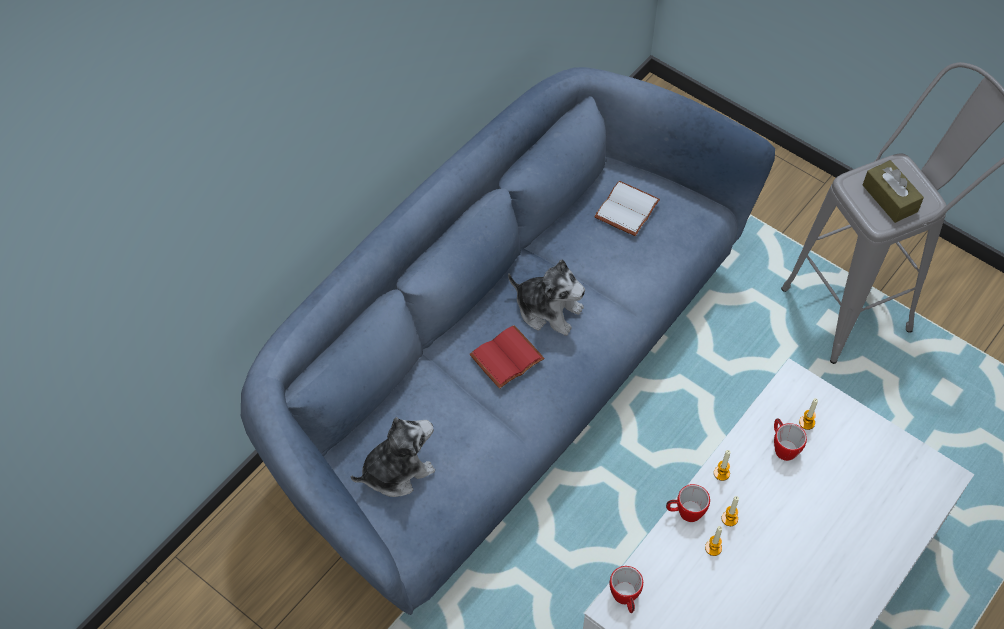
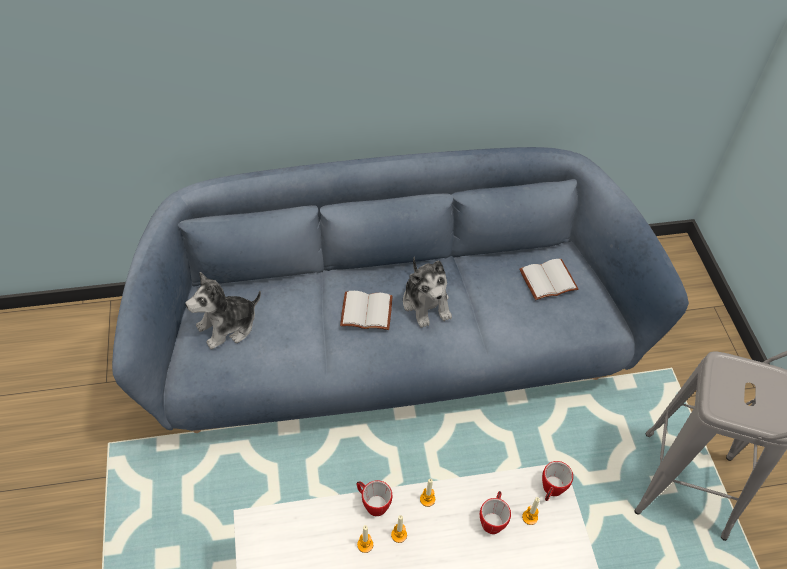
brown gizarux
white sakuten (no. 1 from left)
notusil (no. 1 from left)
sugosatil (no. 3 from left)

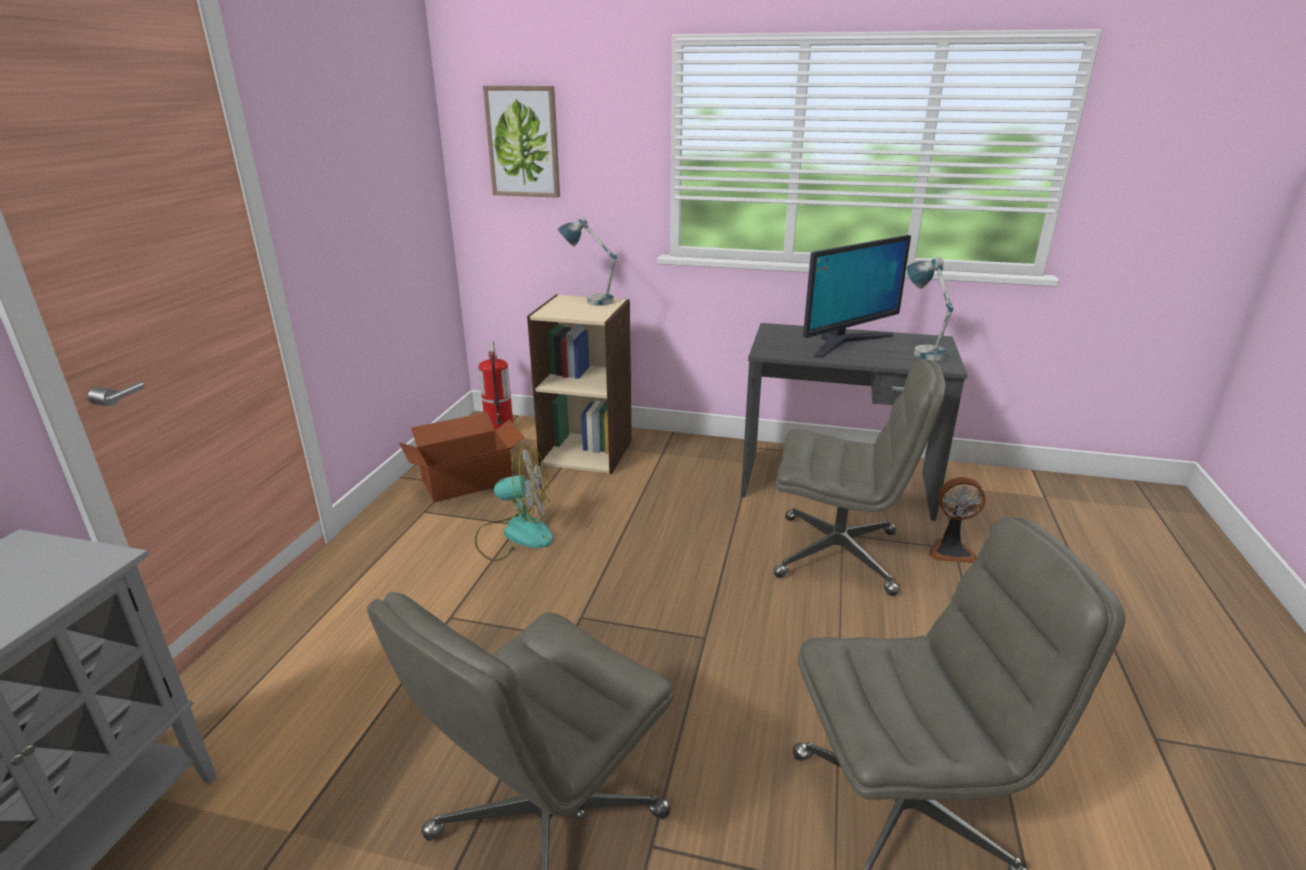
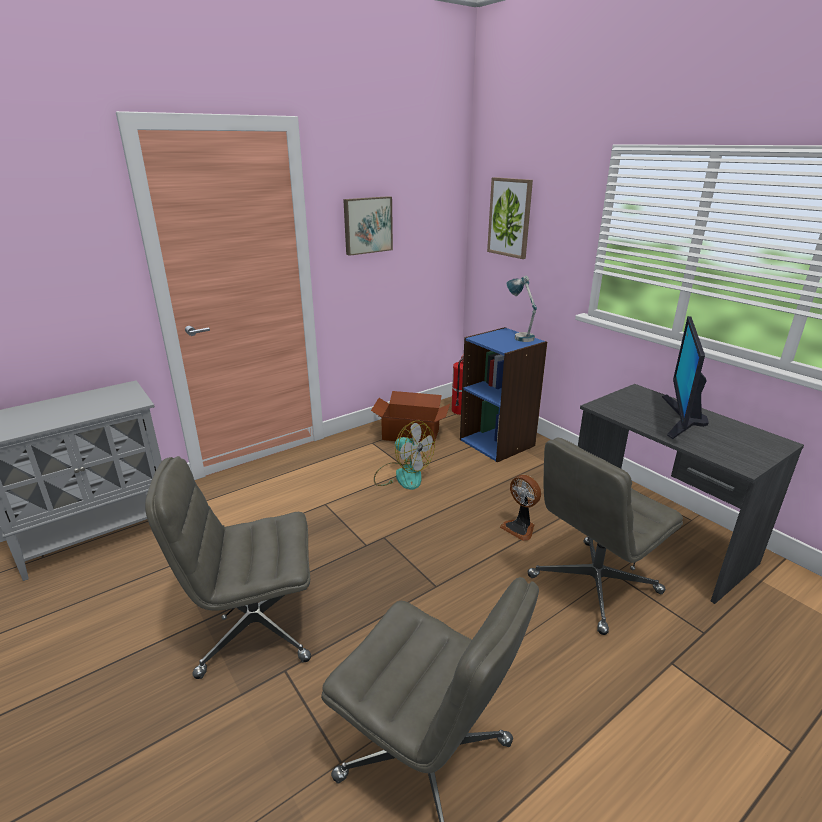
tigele
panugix (no. 2 from left in the first image)
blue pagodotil
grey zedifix (no. 3 from left)
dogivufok (no. 2 from left)
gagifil (no. 1 from left)

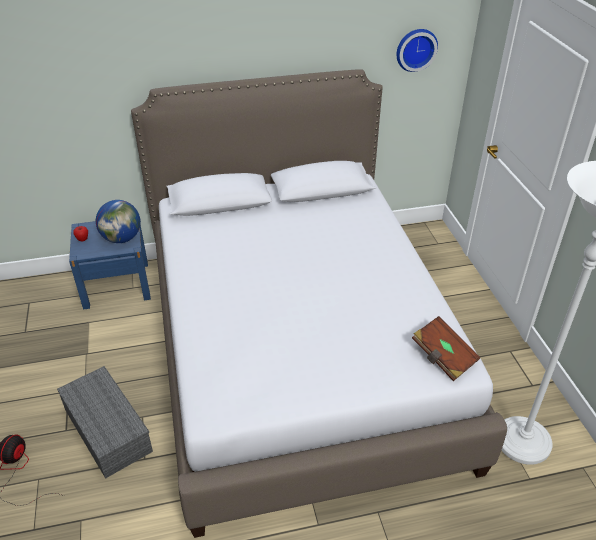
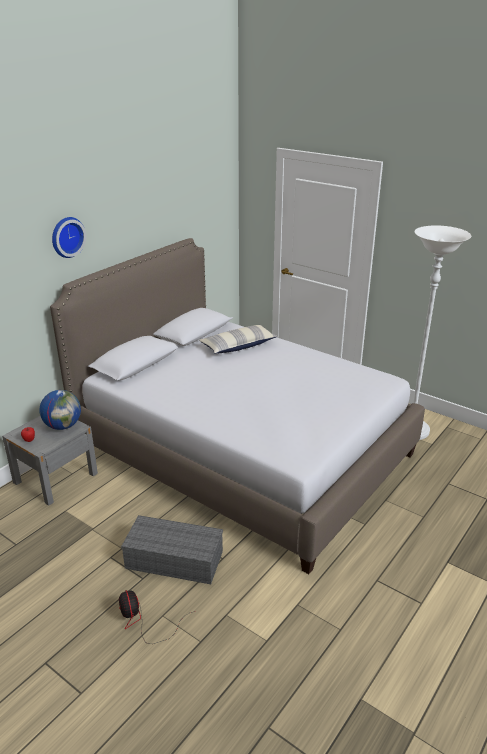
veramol
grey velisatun
brown sakuten
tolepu

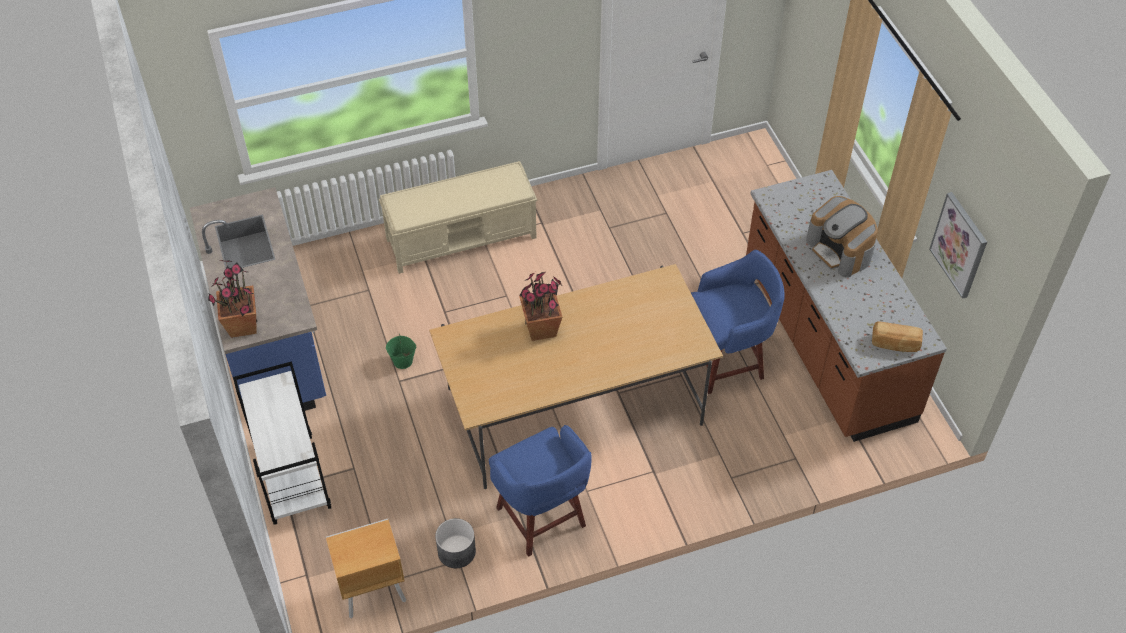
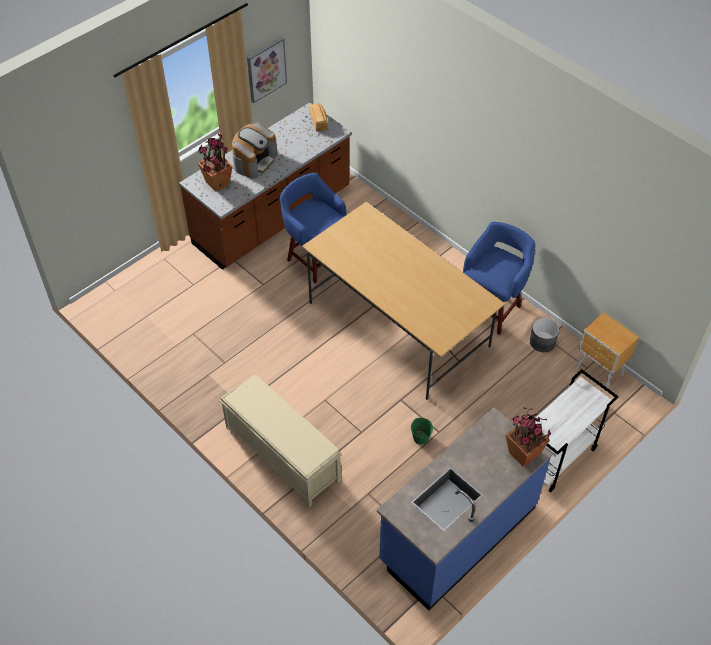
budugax (no. 1 from left)

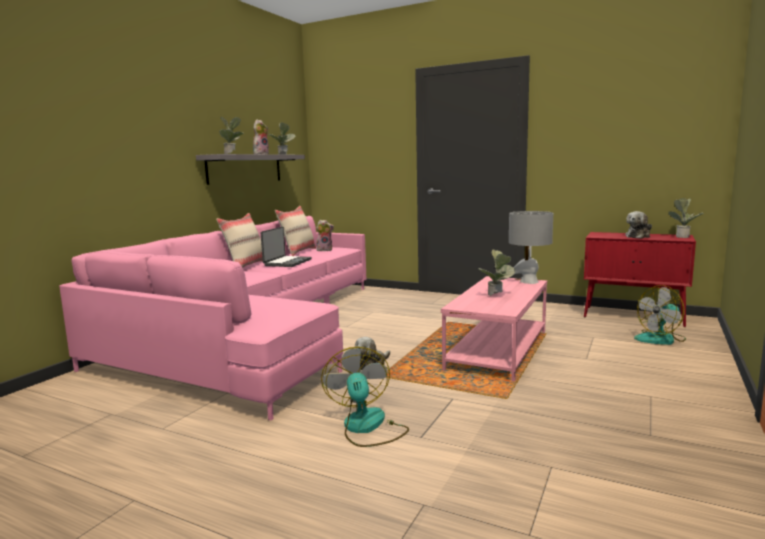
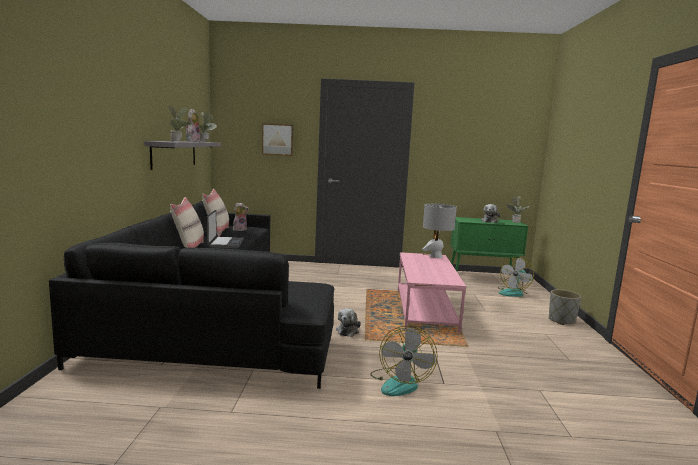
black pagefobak
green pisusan
budugax (no. 3 from left in the first image)
dogivufok (no. 1 from left)
gagifil
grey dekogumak

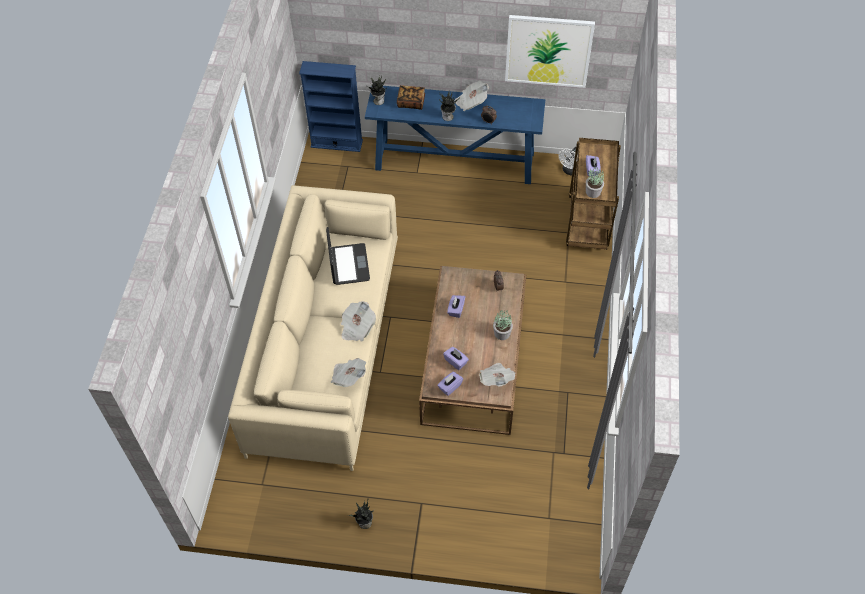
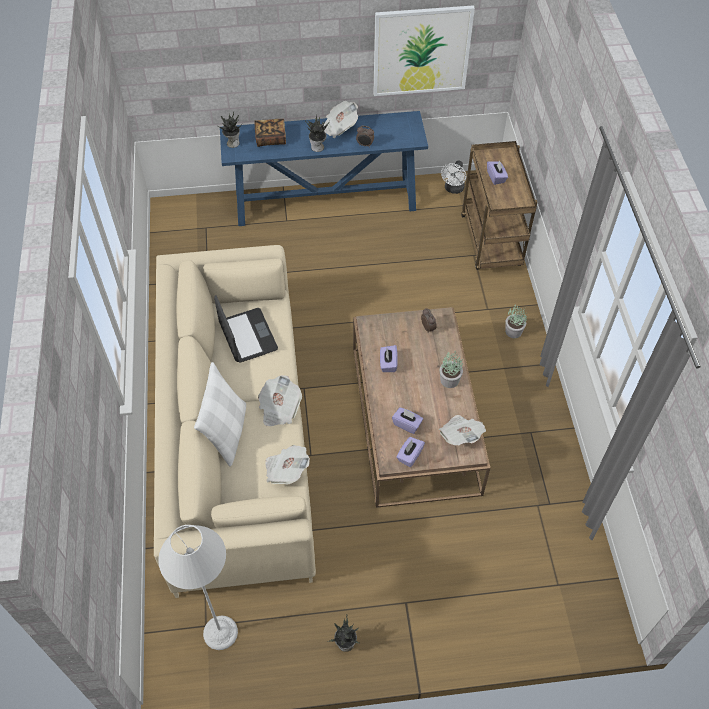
blue pagodotil
budugax (no. 5 from left)
white tolepu
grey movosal

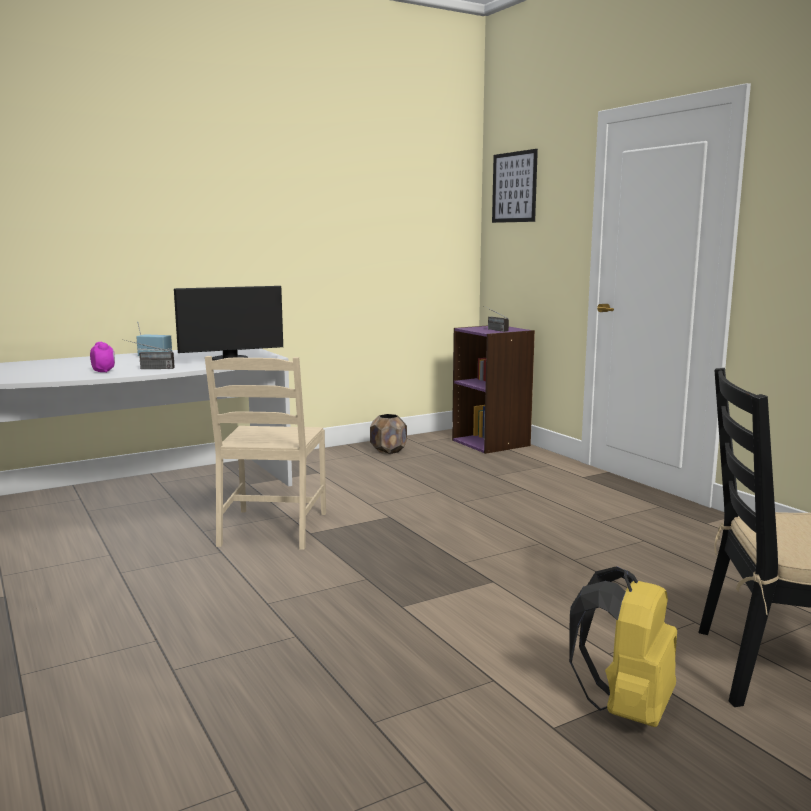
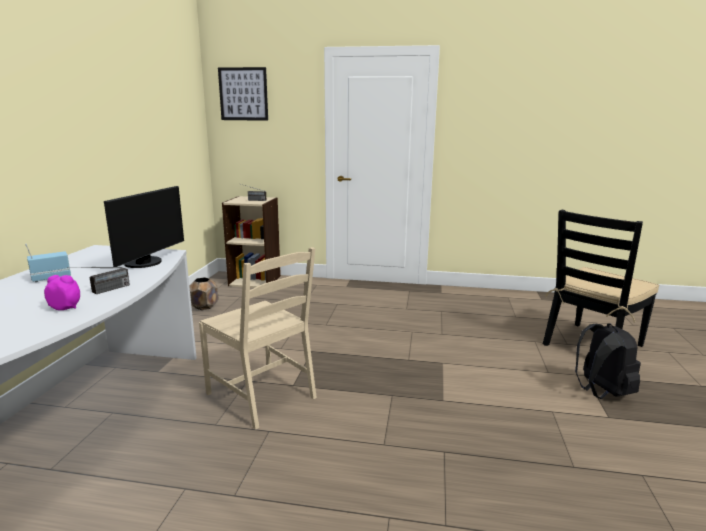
beige pagodotil
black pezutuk

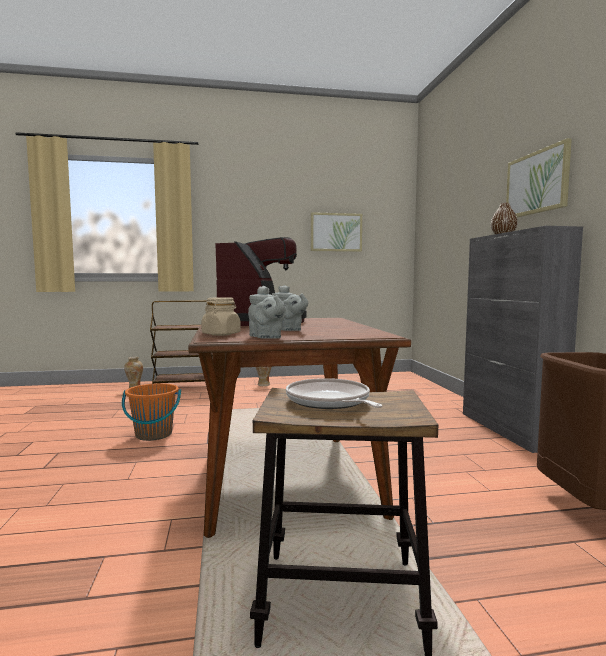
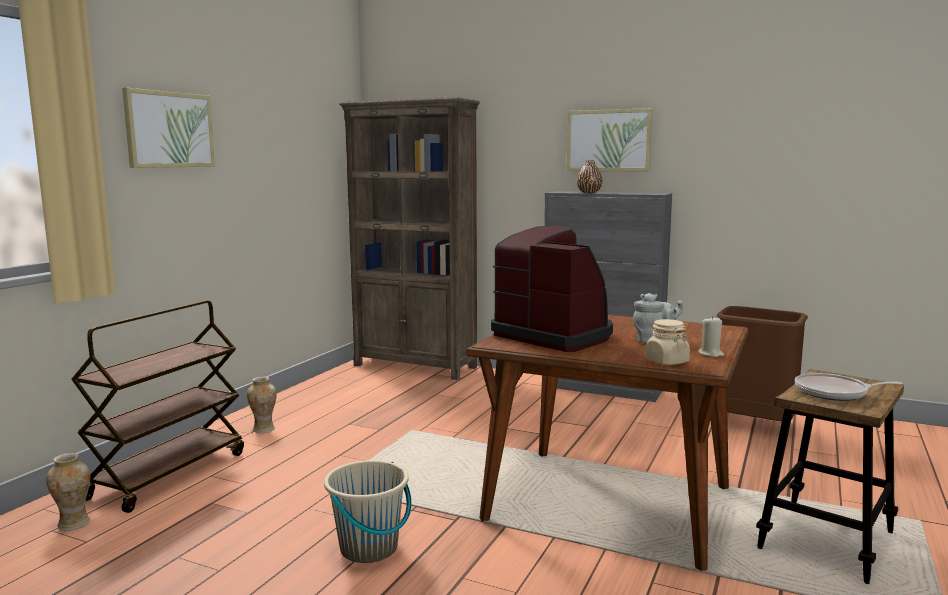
gagifil (no. 1 from left)
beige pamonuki
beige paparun
brown pagodotil

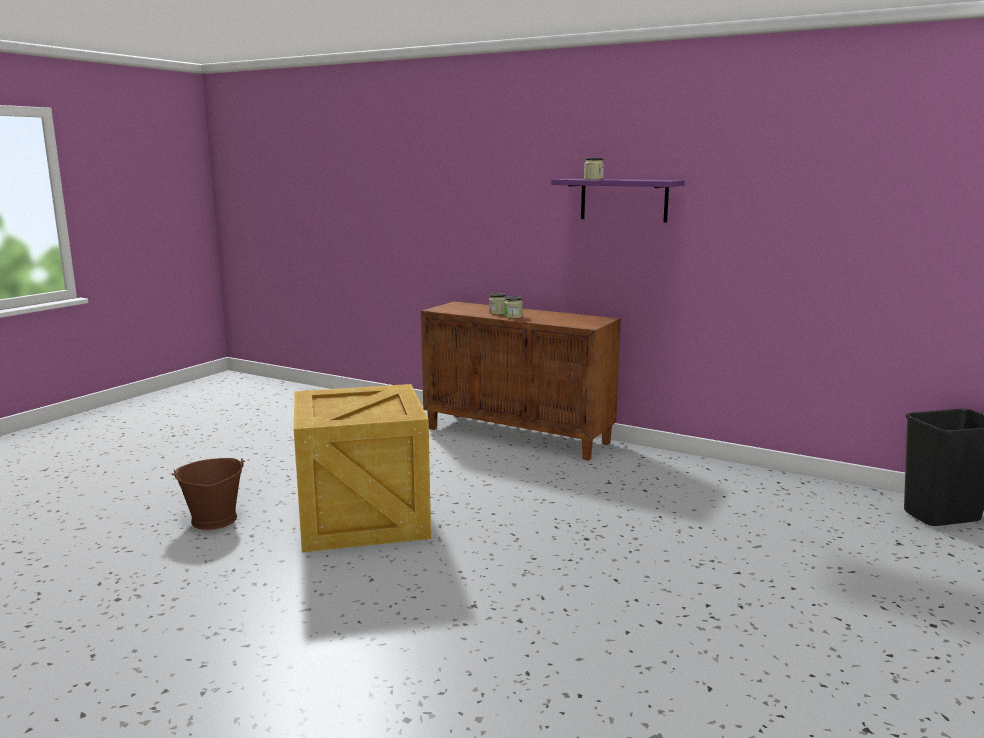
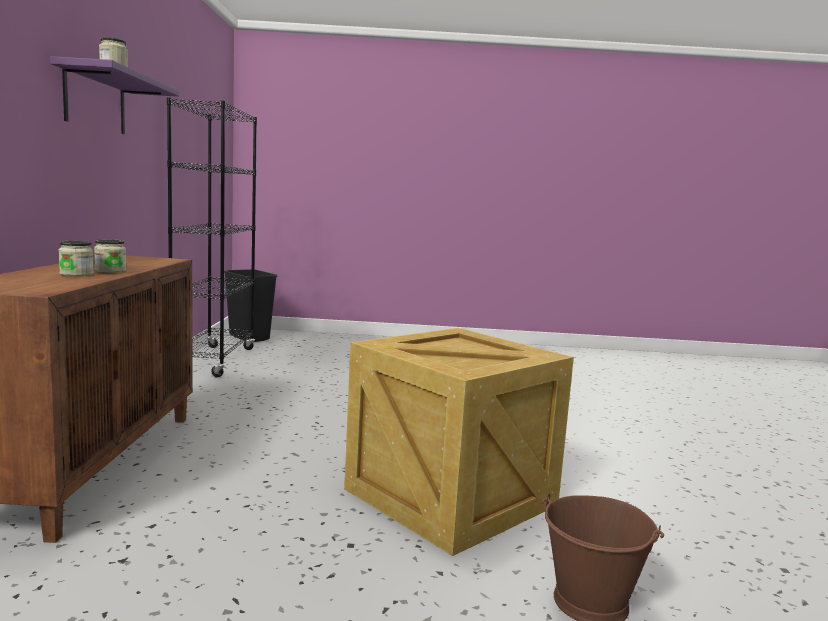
black pagodotil

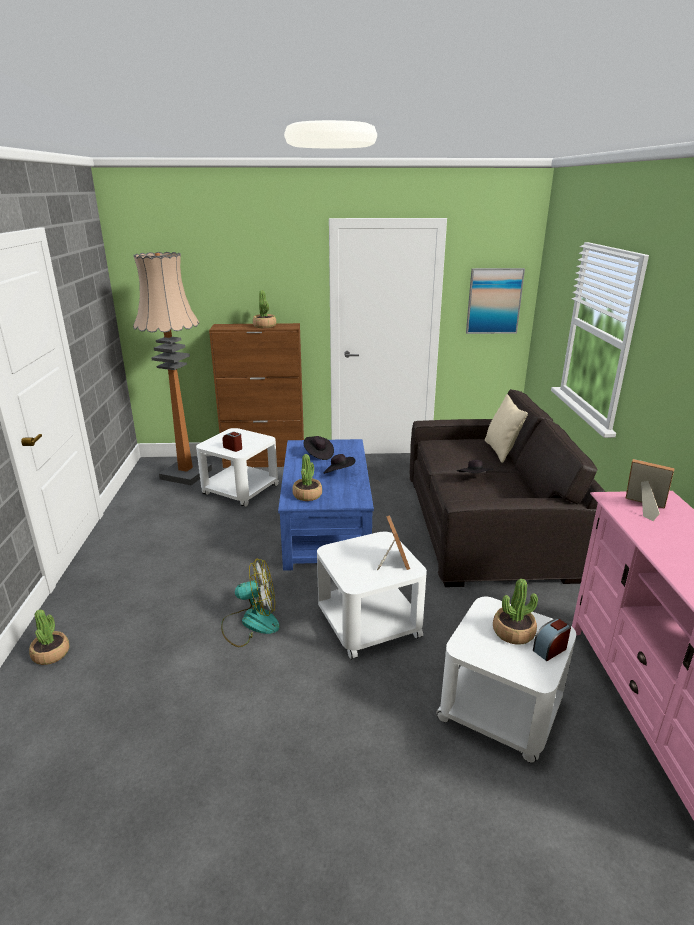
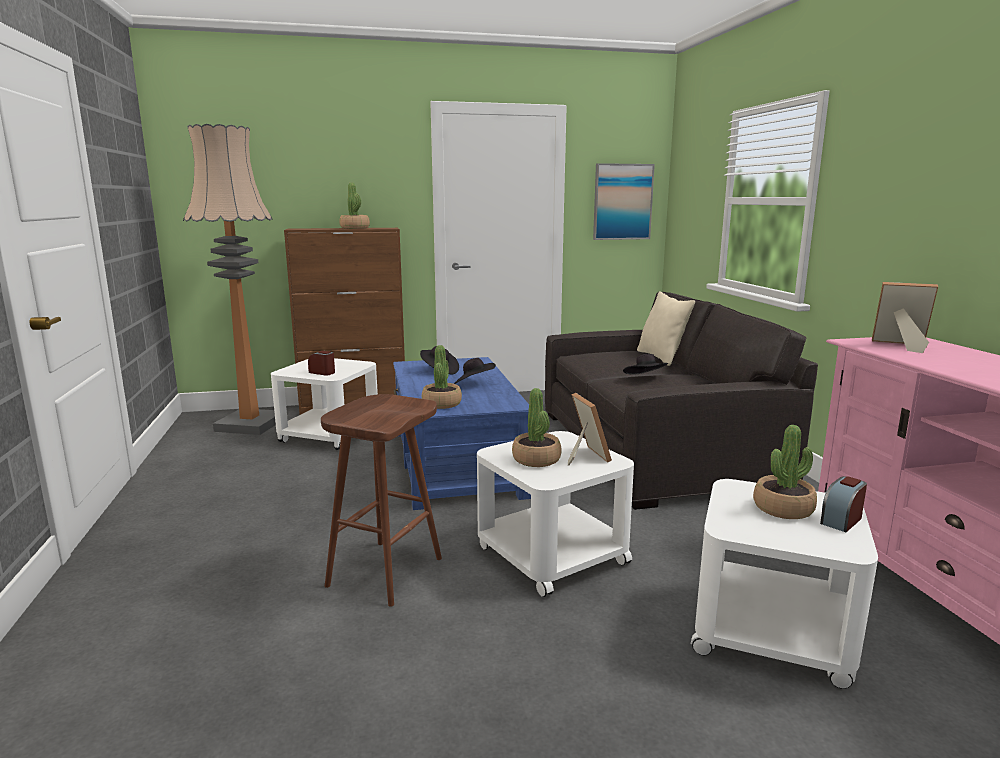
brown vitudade
budugax (no. 3 from left)

